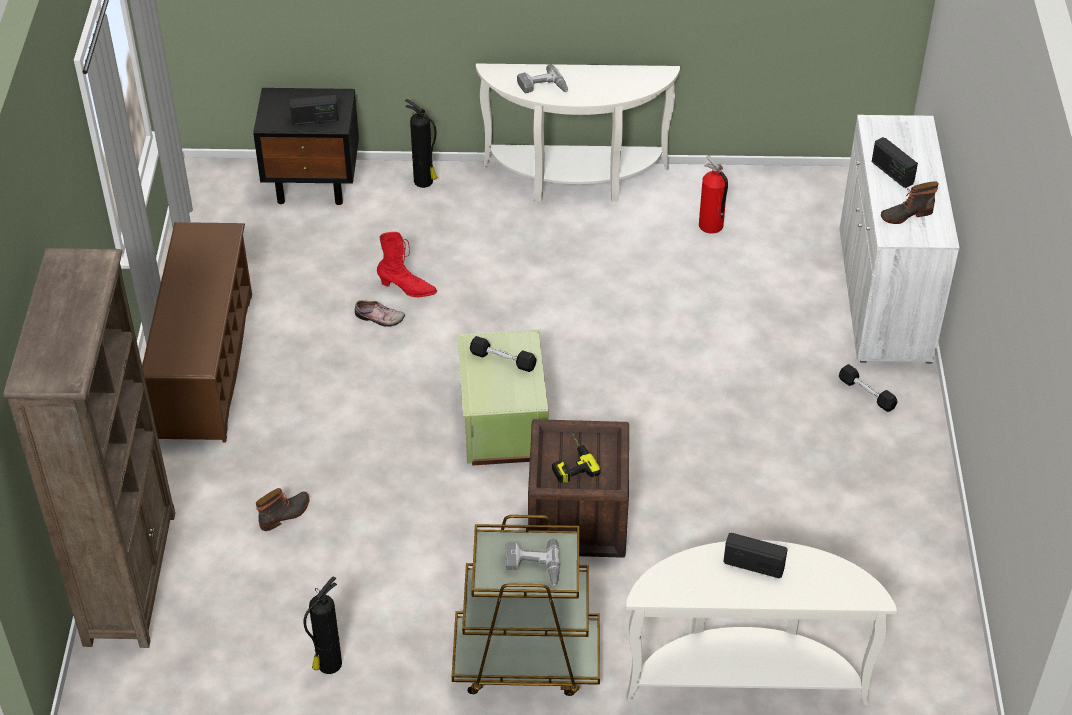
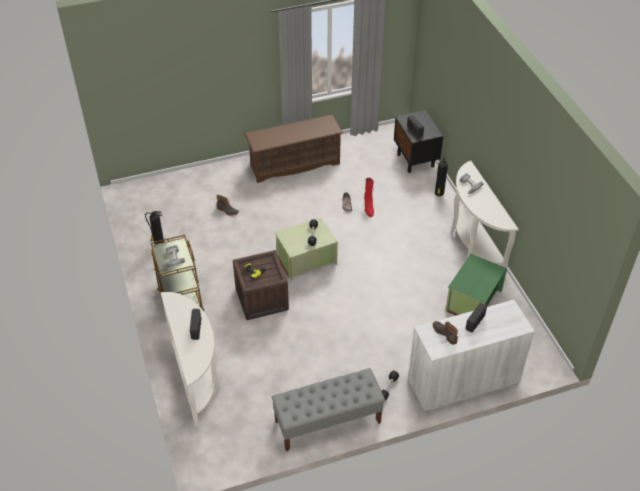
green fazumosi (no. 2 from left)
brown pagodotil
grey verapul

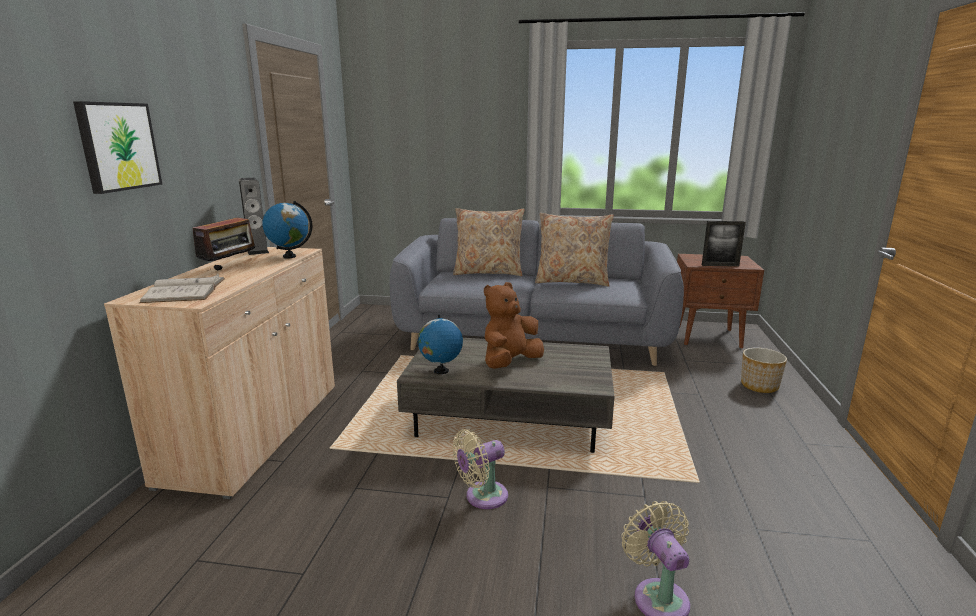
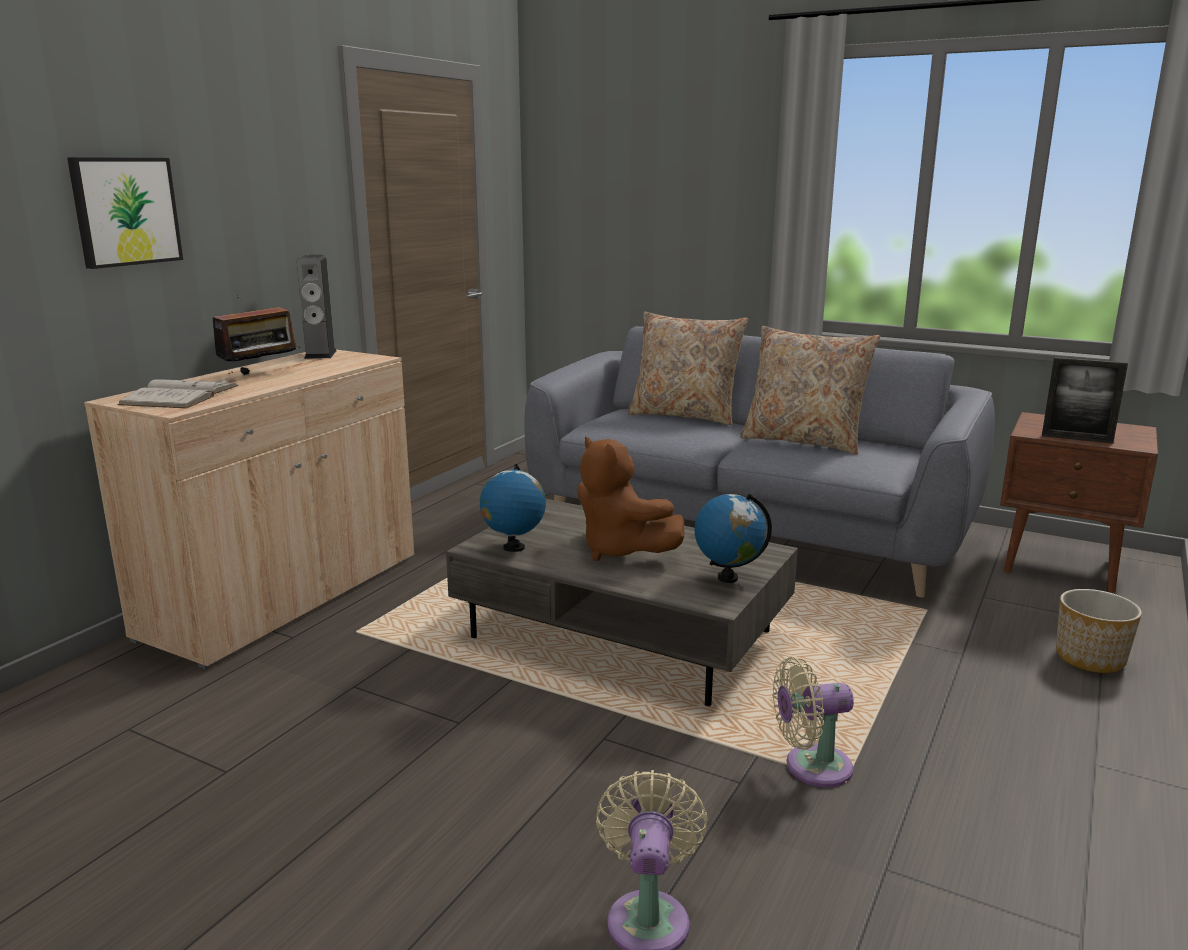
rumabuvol (no. 2 from left)
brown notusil
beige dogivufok (no. 2 from left)

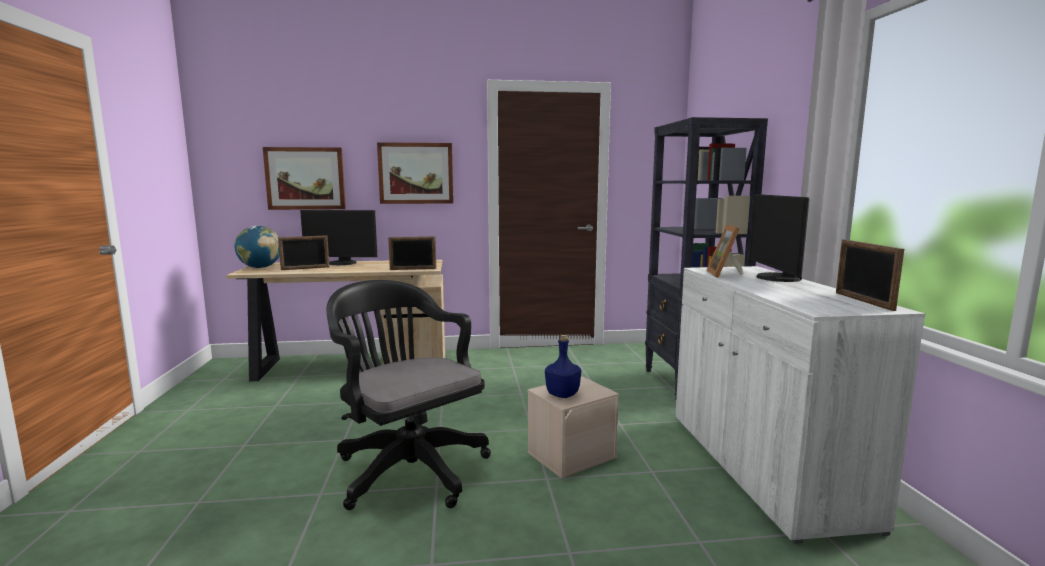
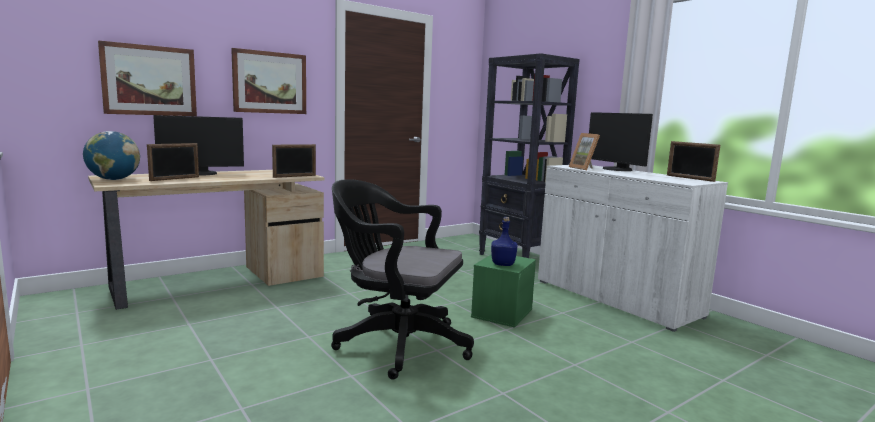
green fazumosi

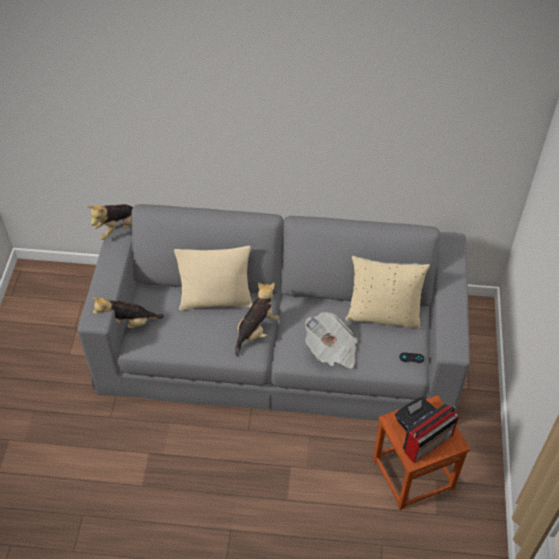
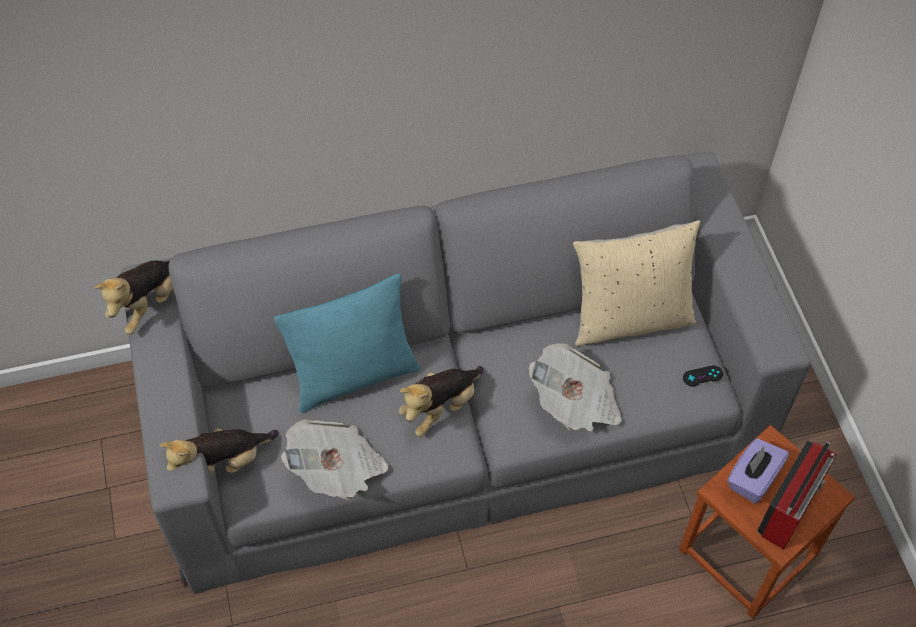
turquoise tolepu
notusil (no. 3 from left)
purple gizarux
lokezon (no. 1 from left)

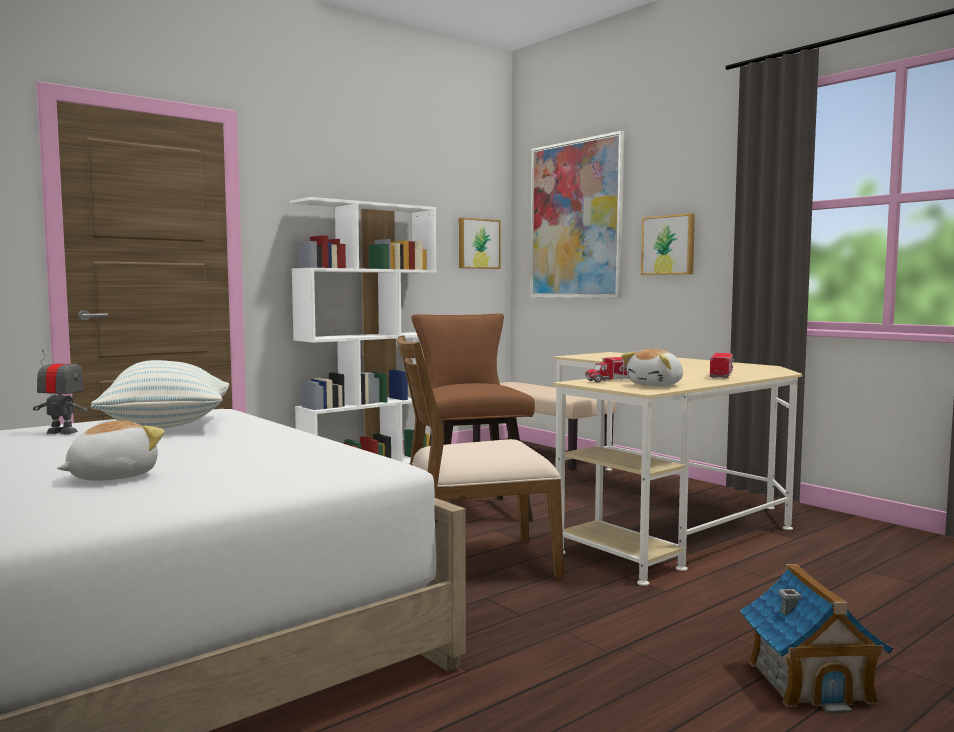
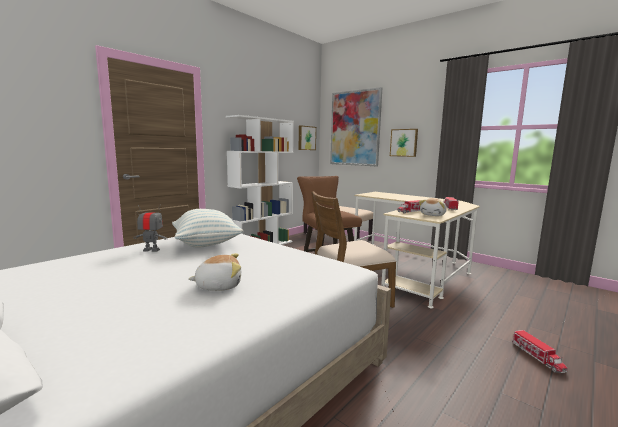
notusil (no. 1 from left)
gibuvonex (no. 3 from left)

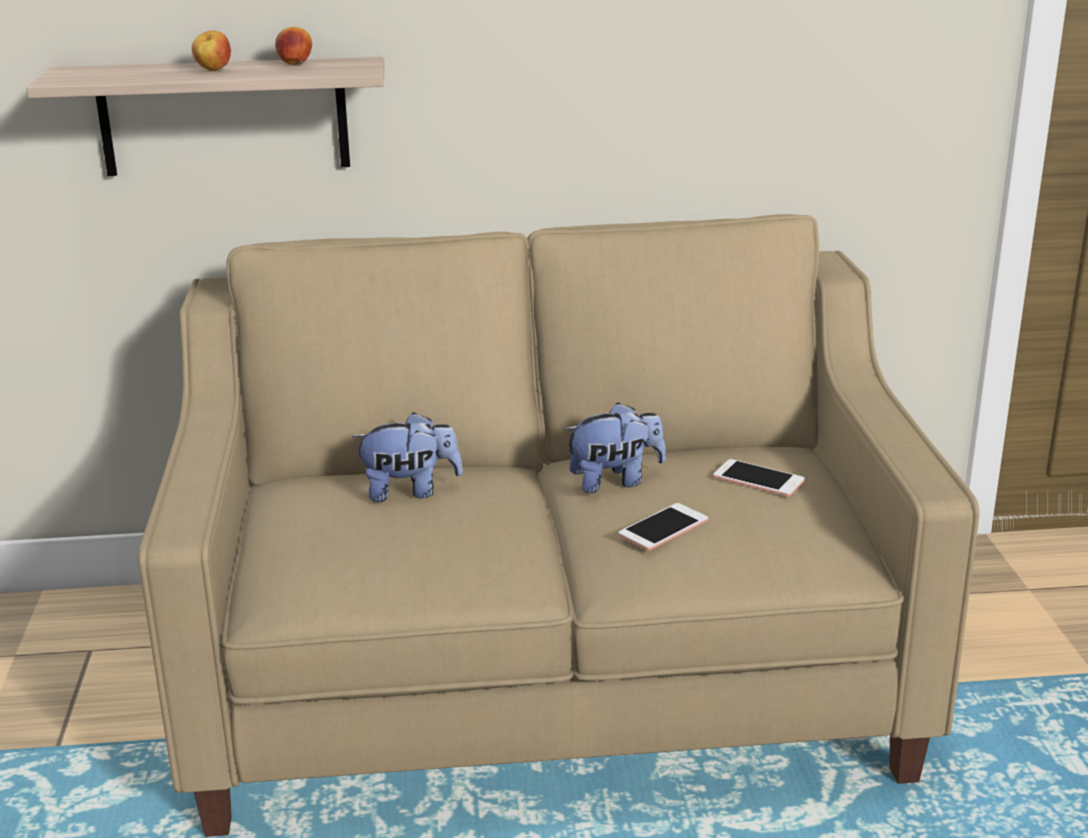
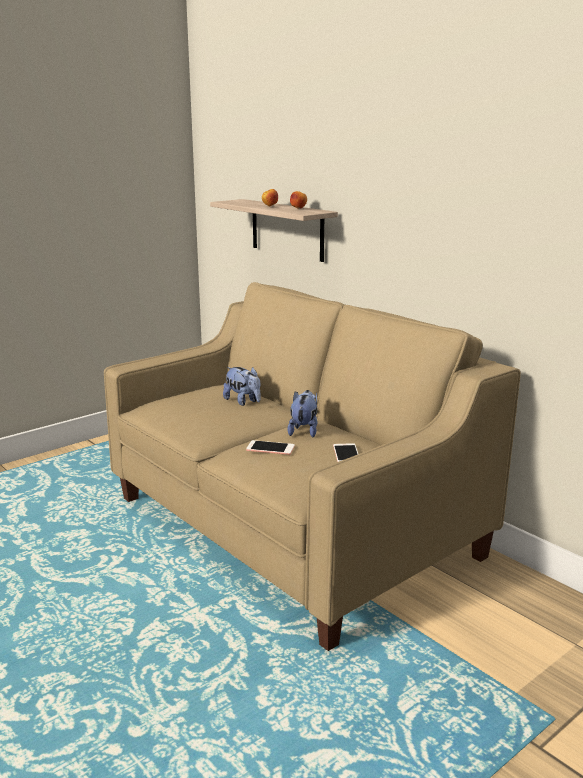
notusil (no. 2 from left)

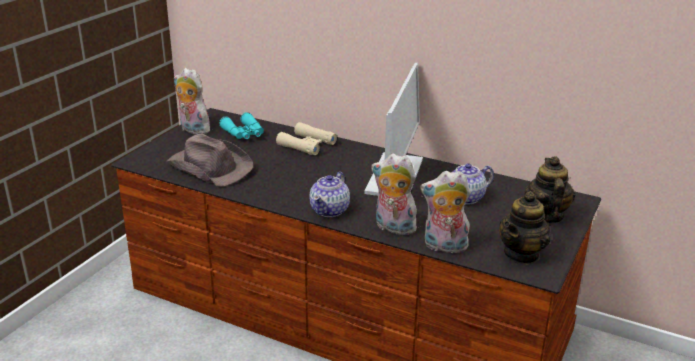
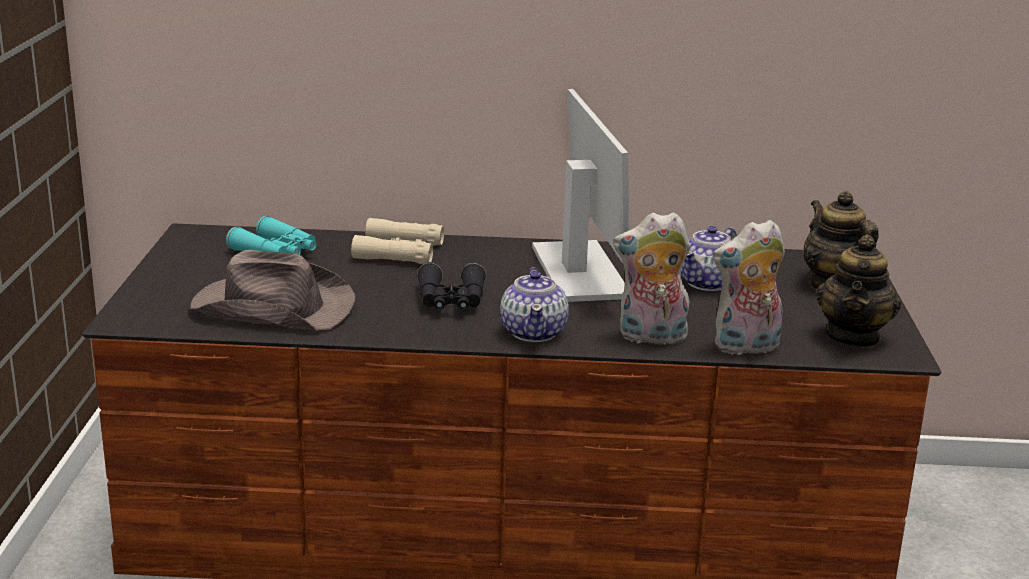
notusil (no. 1 from left in the first image)
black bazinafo

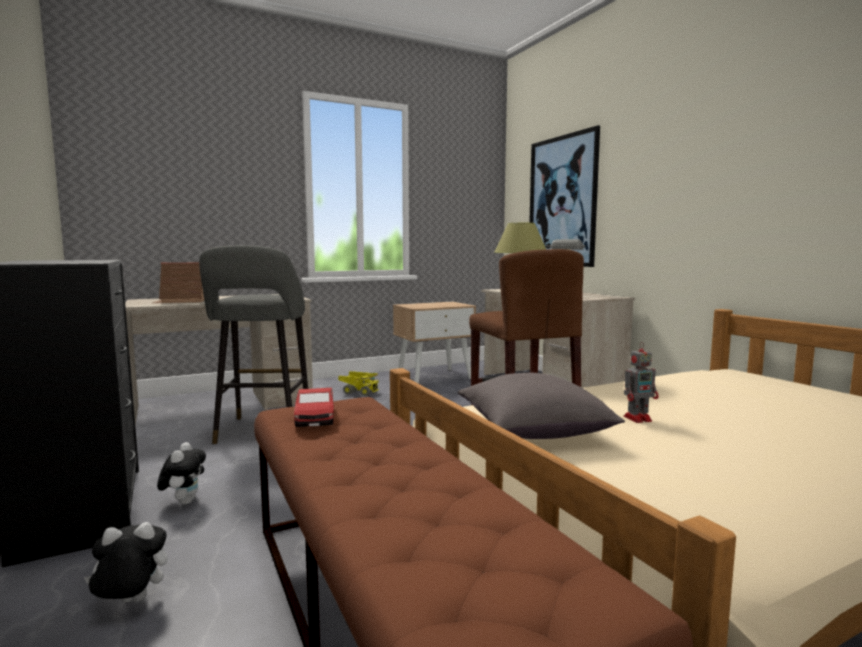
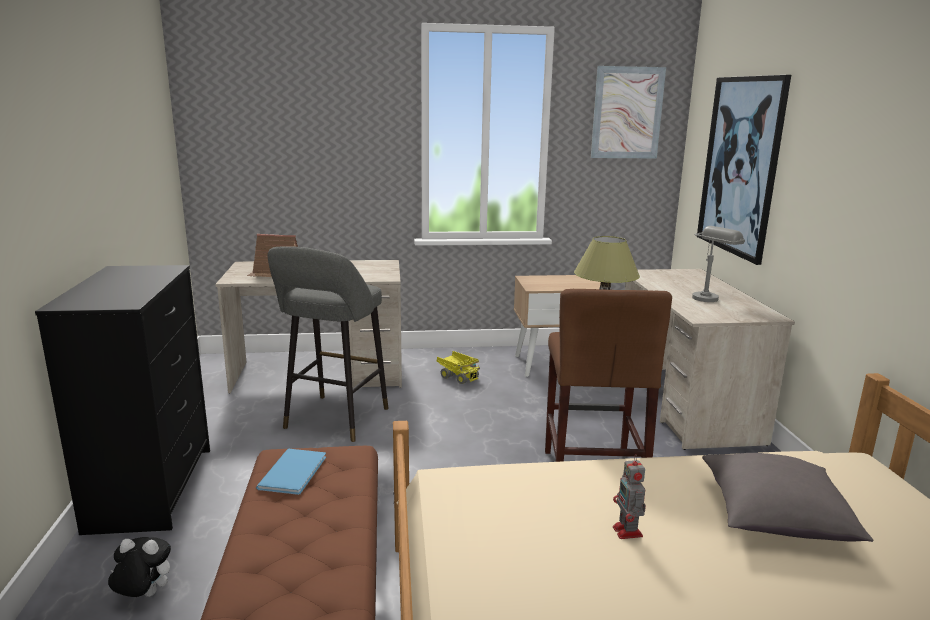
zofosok
grey tolepu
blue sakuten
notusil (no. 2 from left in the first image)
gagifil (no. 1 from left)

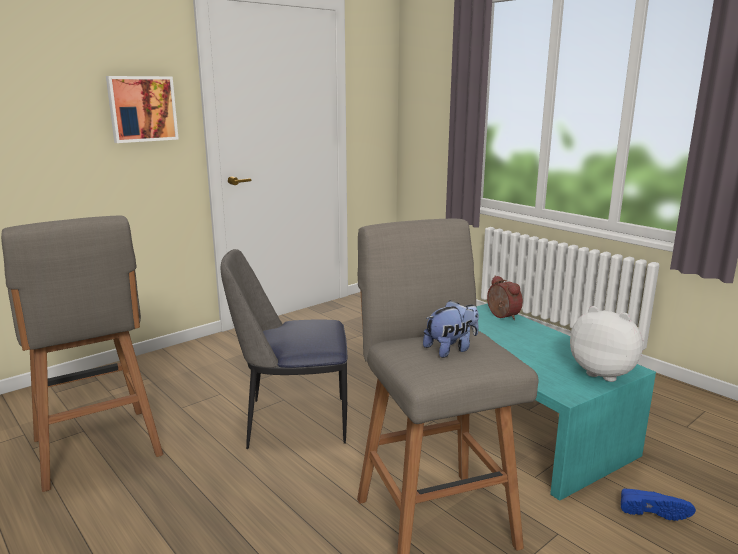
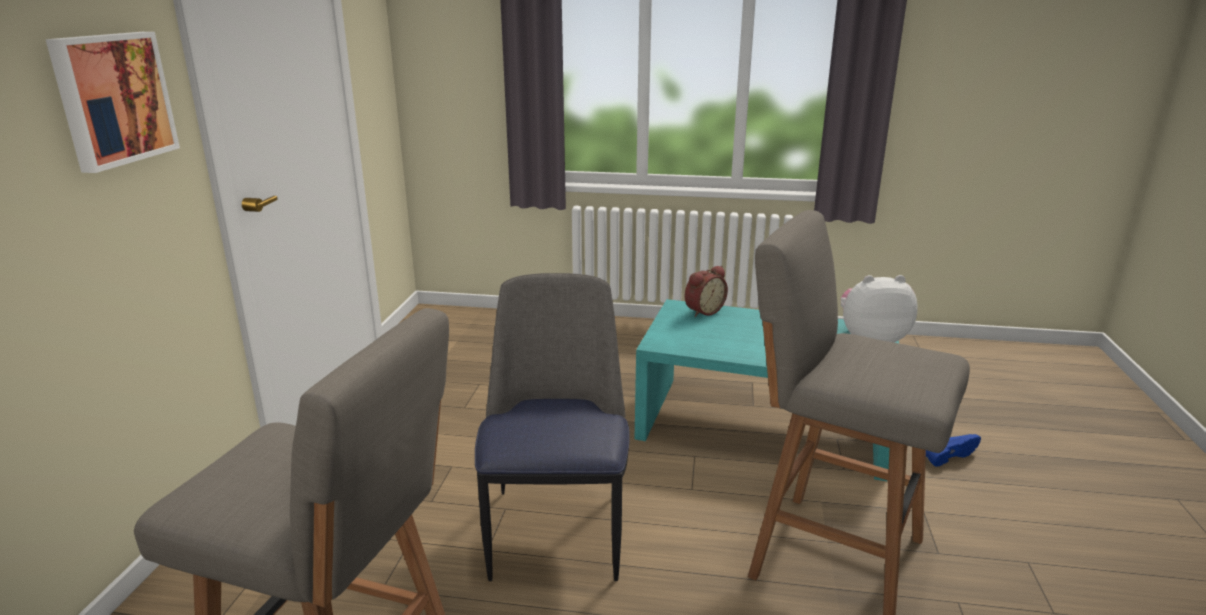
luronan
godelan
notusil (no. 1 from left in the first image)

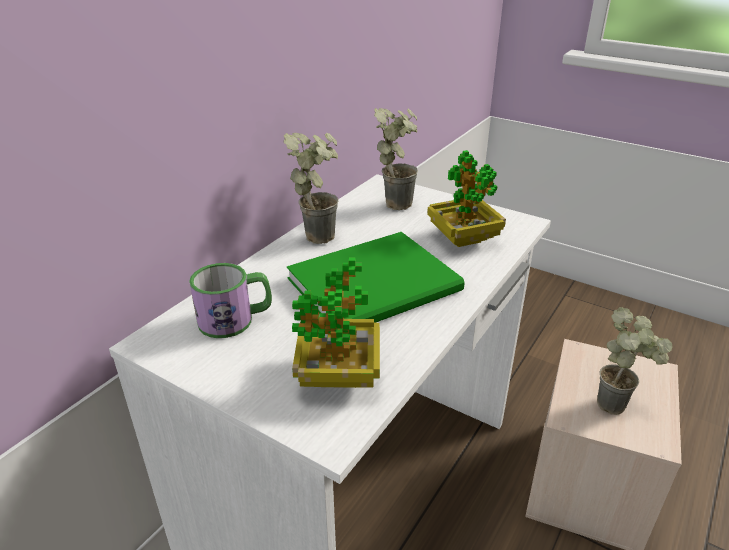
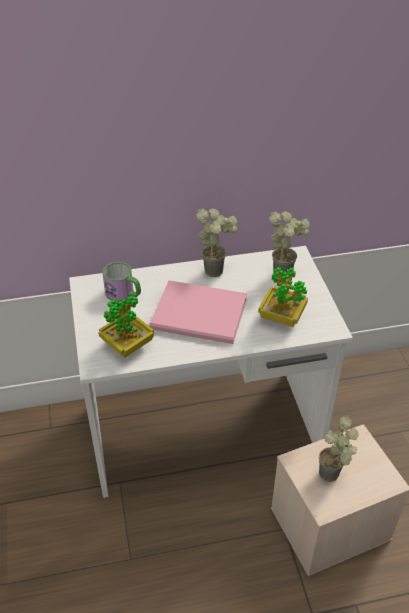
pink sakuten

